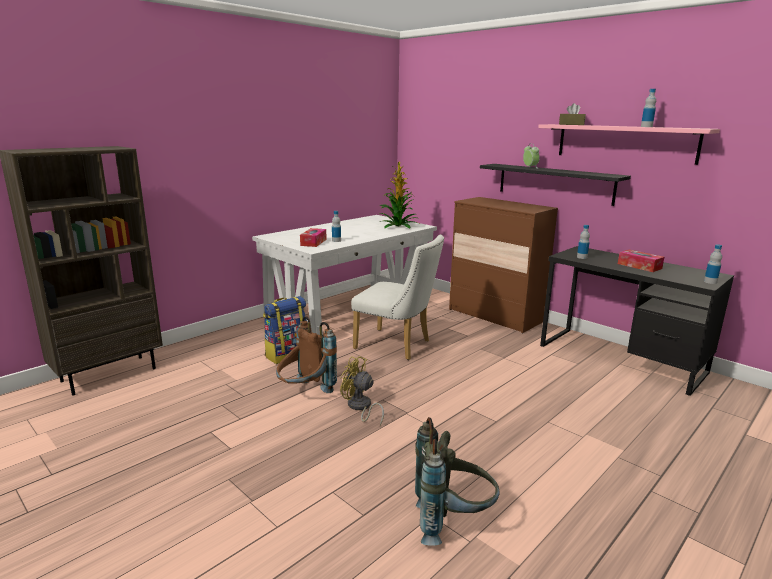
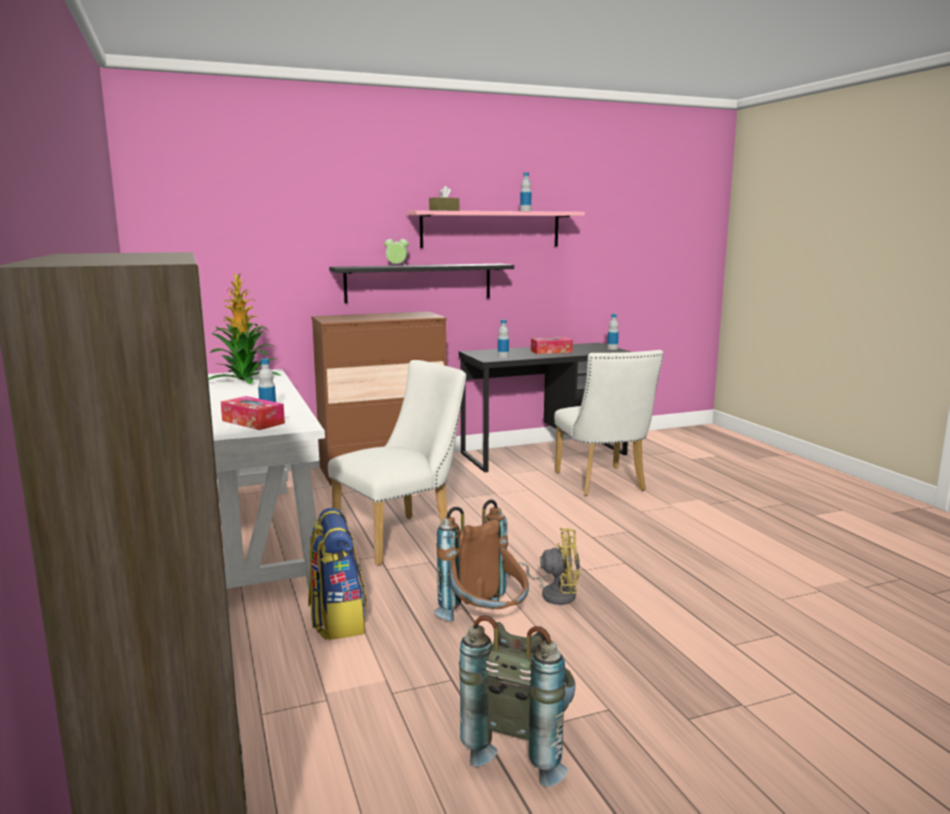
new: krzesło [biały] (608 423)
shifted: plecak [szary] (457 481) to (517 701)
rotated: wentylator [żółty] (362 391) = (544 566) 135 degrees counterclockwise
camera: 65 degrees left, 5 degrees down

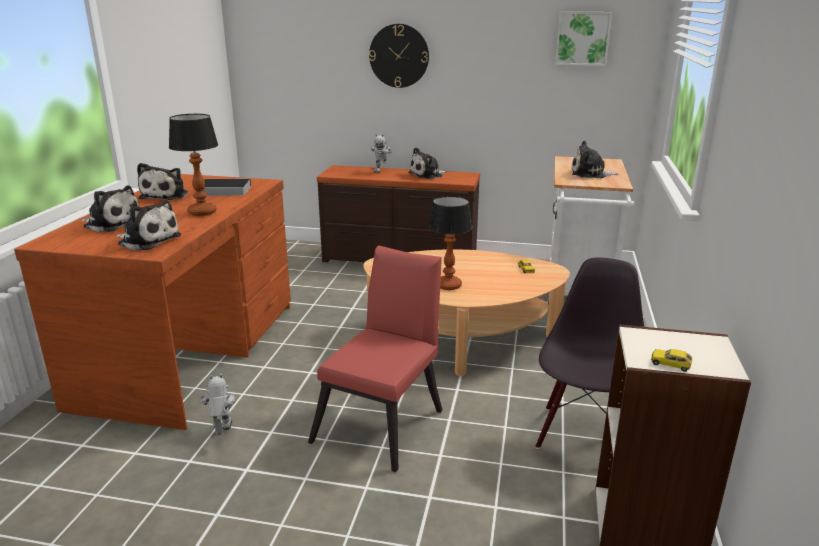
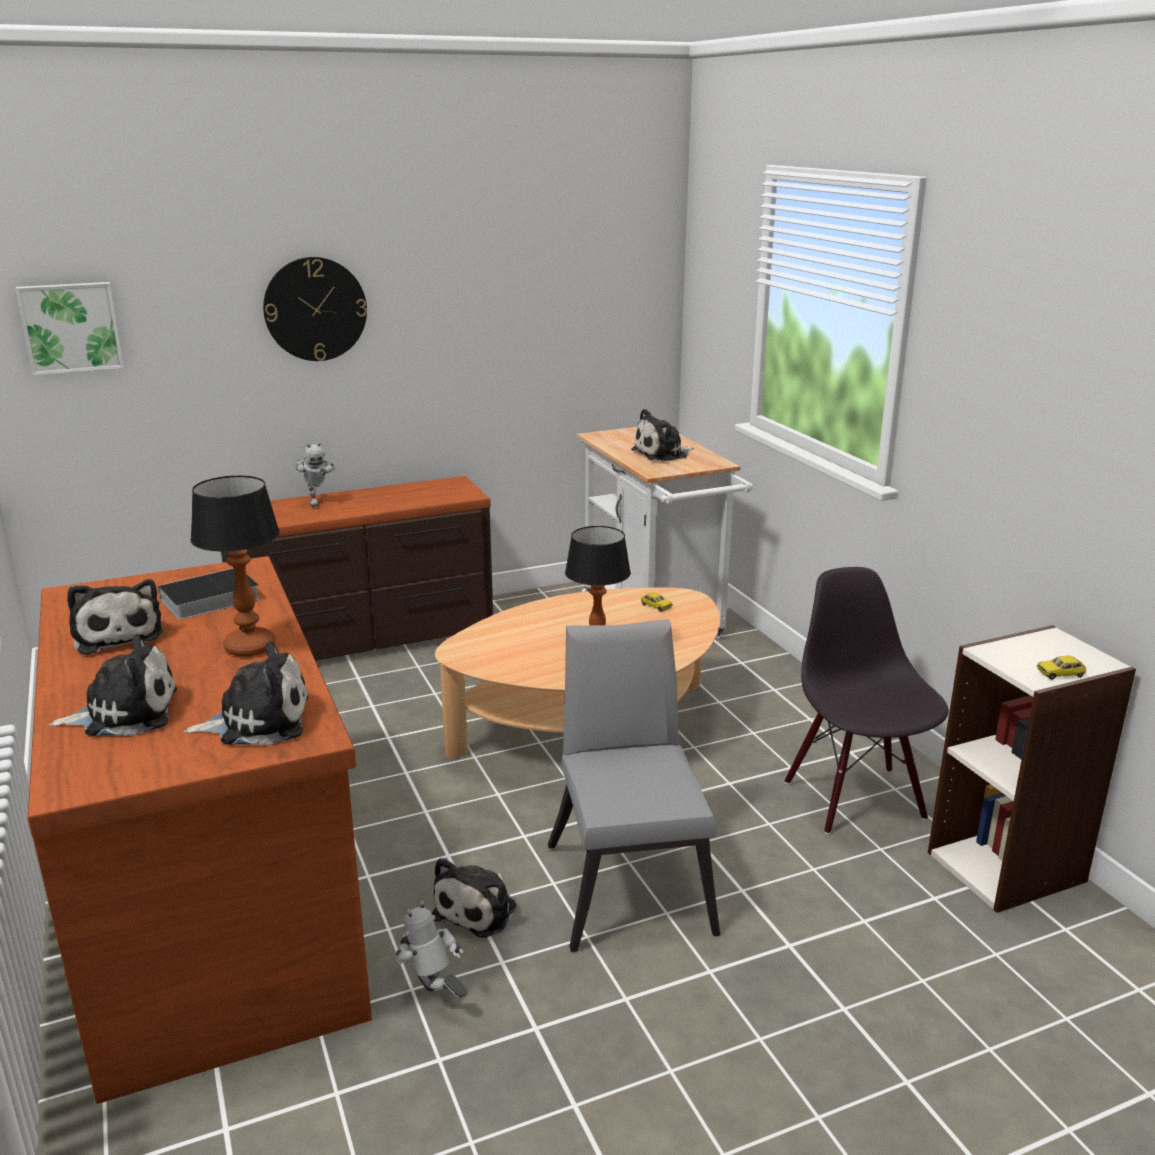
shifted: pluszak (427 163) to (474 898); obraz (583 39) to (70 328)
repainted: krzesło [czerwony] (375 358) to krzesło [szary] (634 785)
camera: 35 degrees left, 0 degrees up

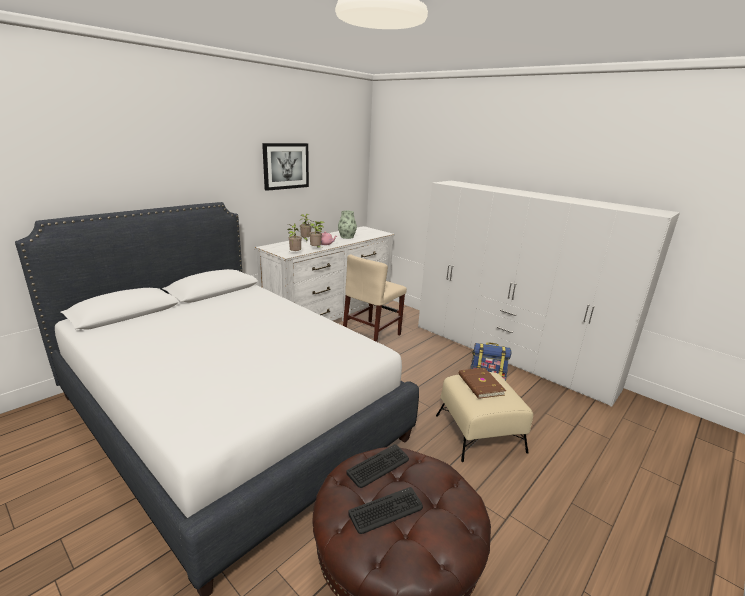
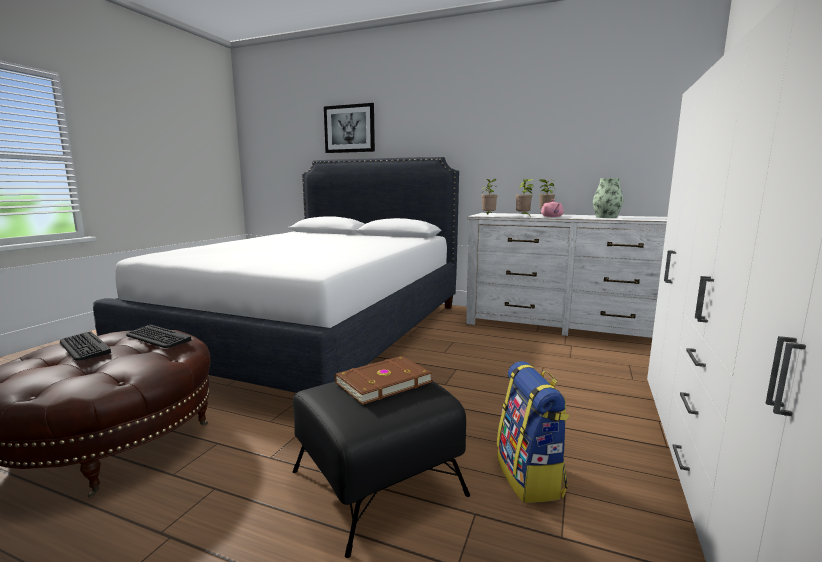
gone: krzesło [beżowy] (375 298)
shifted: obraz (285 167) to (349 128)
repainted: pufa [beżowy] (484 417) to pufa [czarny] (381 469)
camera: 70 degrees right, 10 degrees down

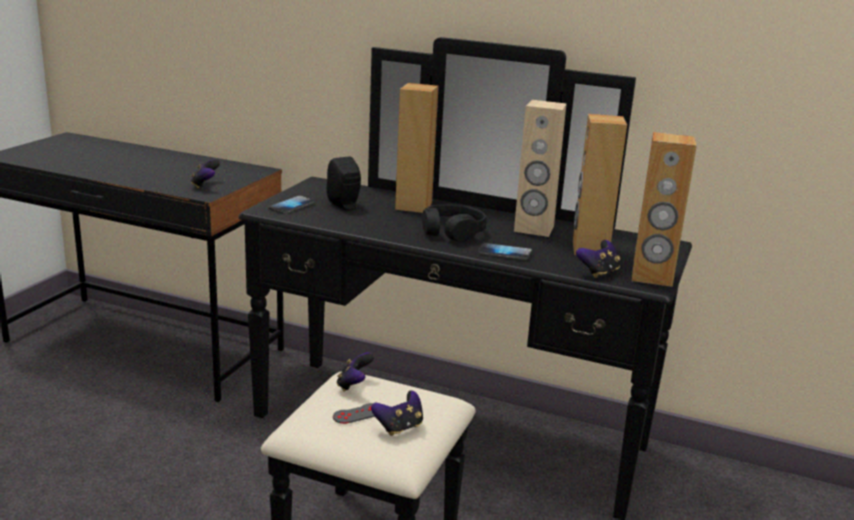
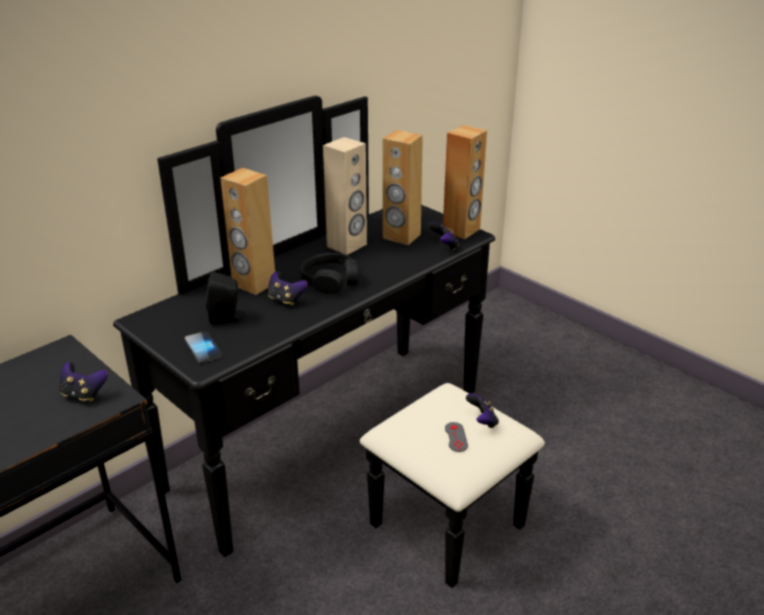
gone: telefon (505 251)
shifted: pad do gier (355 371) to (288 288)
camera: 65 degrees left, 10 degrees up

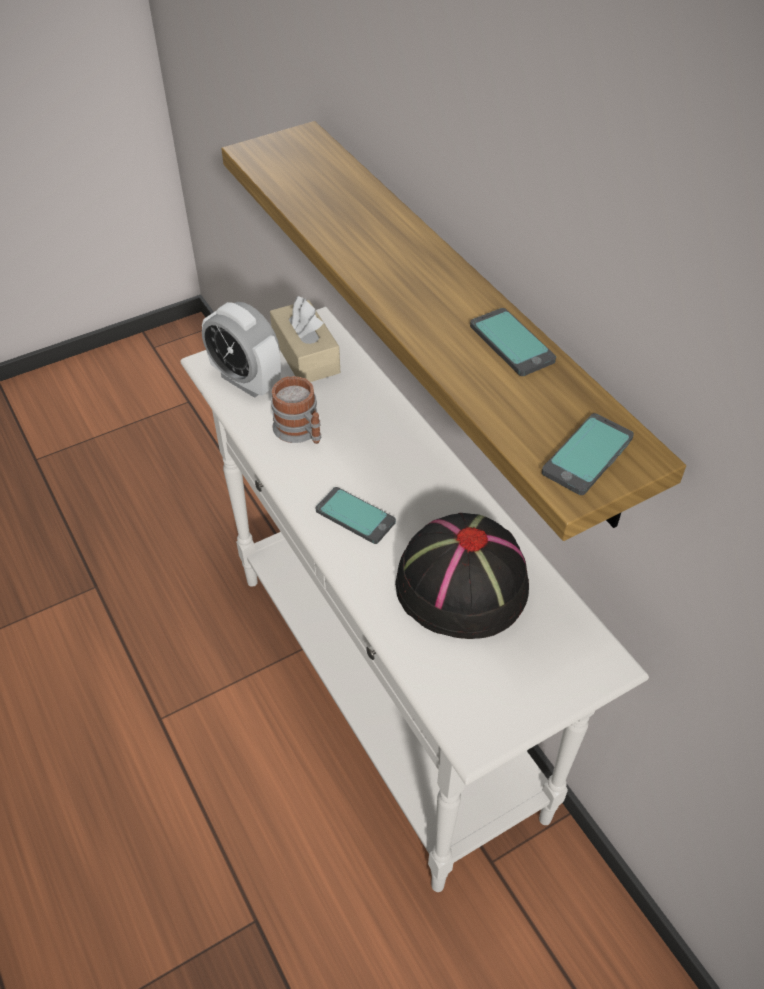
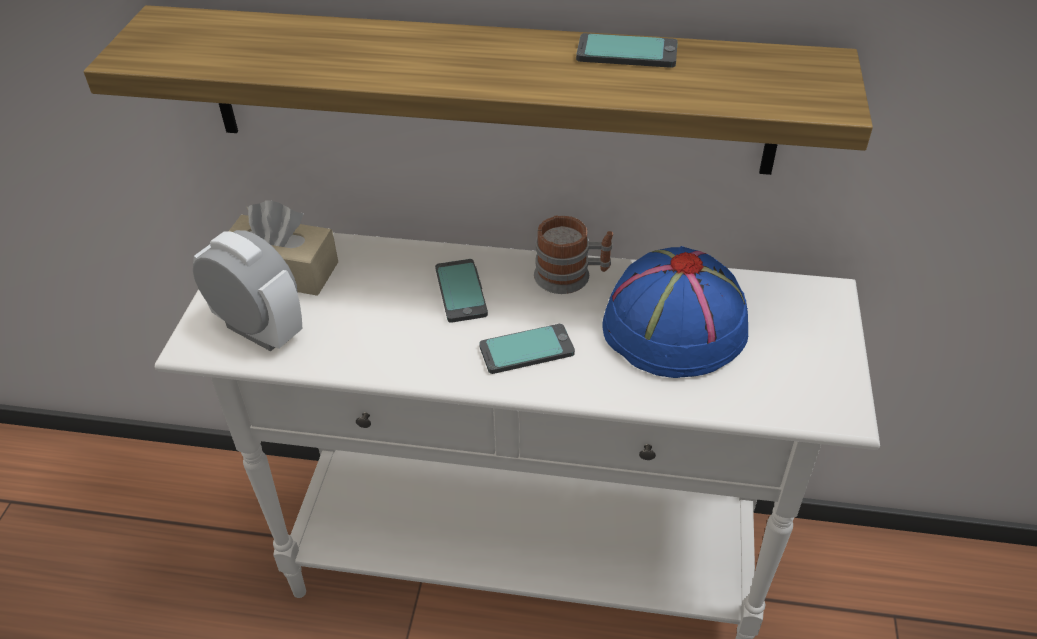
shifted: kubek (296 410) to (573 254); telefon (588 454) to (461 291)
repainted: kapelusz [czarny] (462 576) to kapelusz [niebieski] (675 312)
rotated: budzik (241 350) = (248 290) 135 degrees counterclockwise
camera: 50 degrees left, 5 degrees down

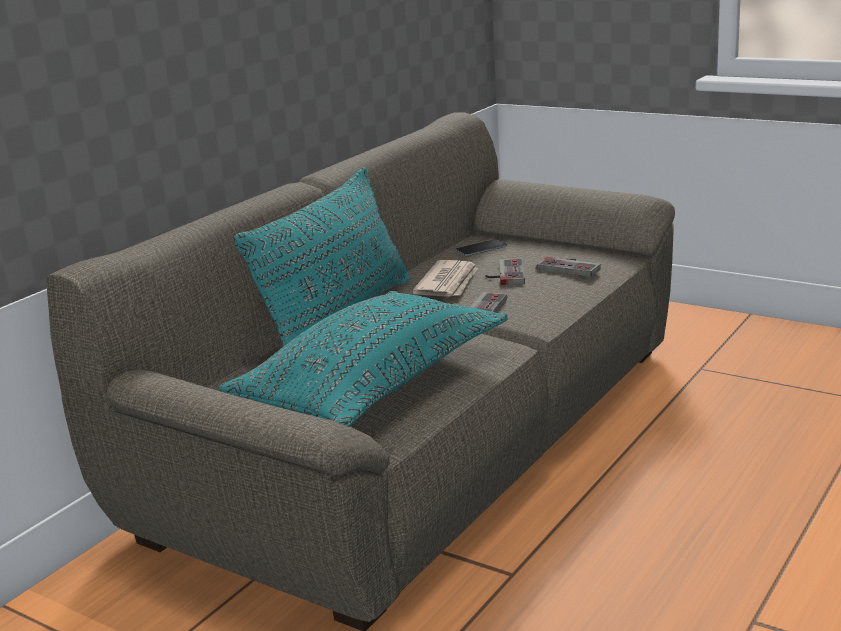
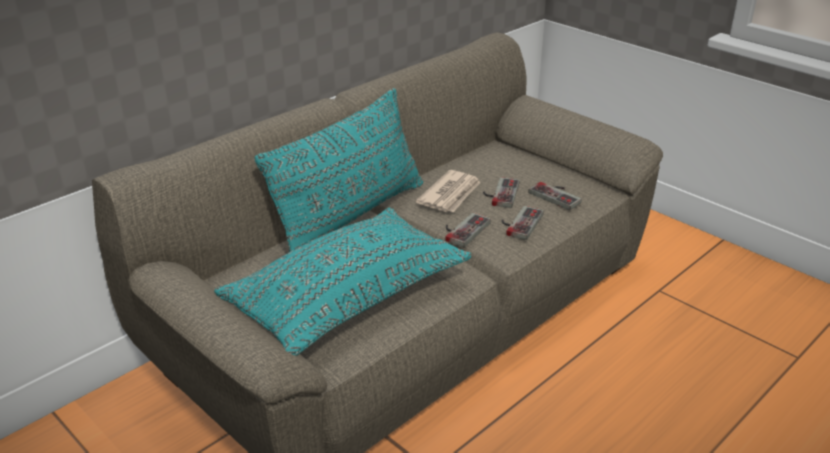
gone: telefon (481 247)
new: pad do gier (523 223)
camera: 10 degrees right, 10 degrees up

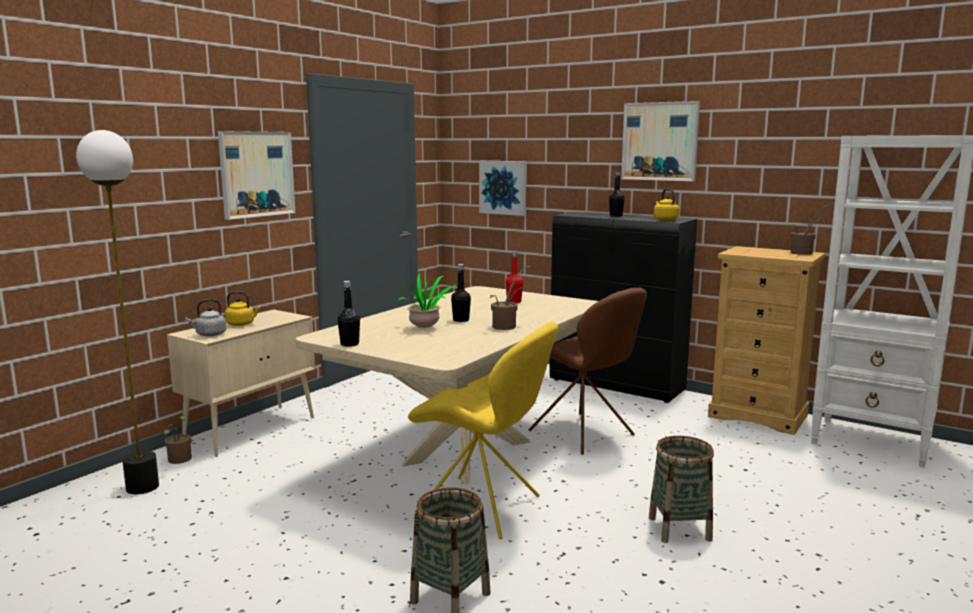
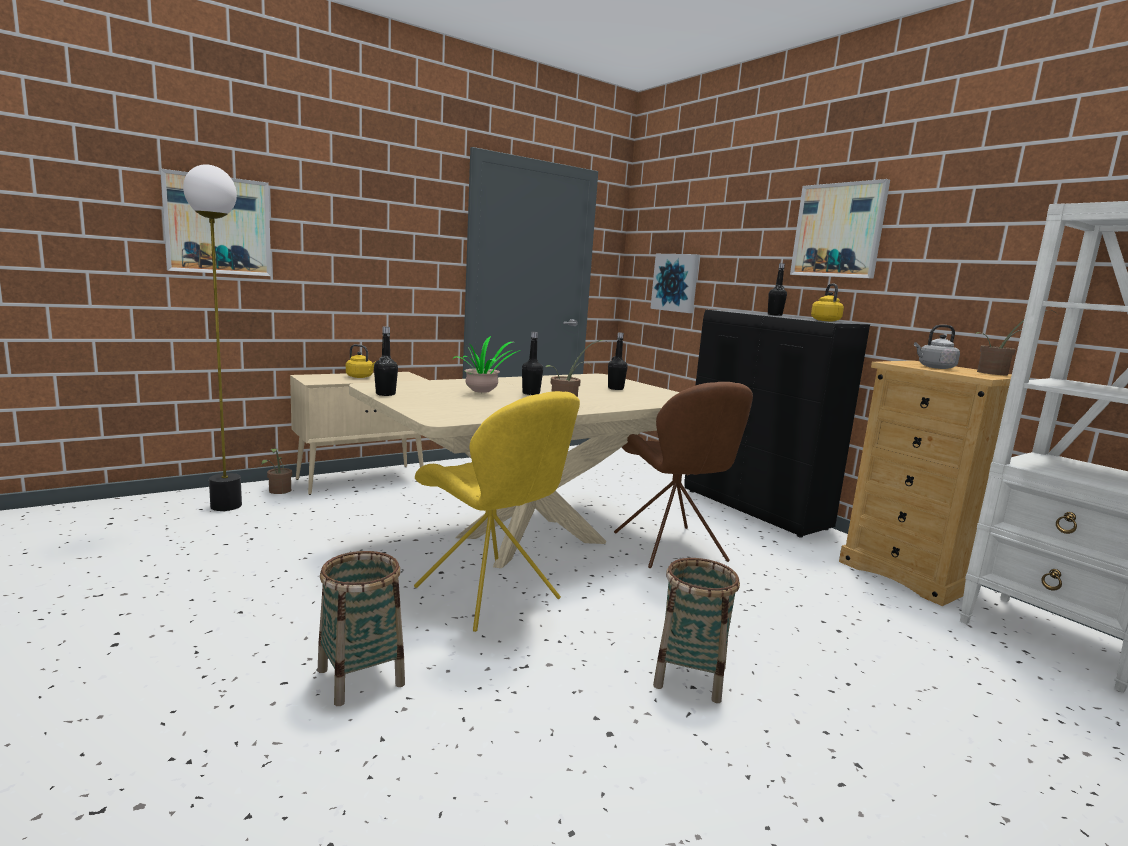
shifted: czajnik [szary] (205 318) to (937 347); obraz (256 175) to (215 222)
repainted: butelka [czerwony] (514 277) to butelka [czarny] (618 361)
camera: 20 degrees right, 0 degrees up

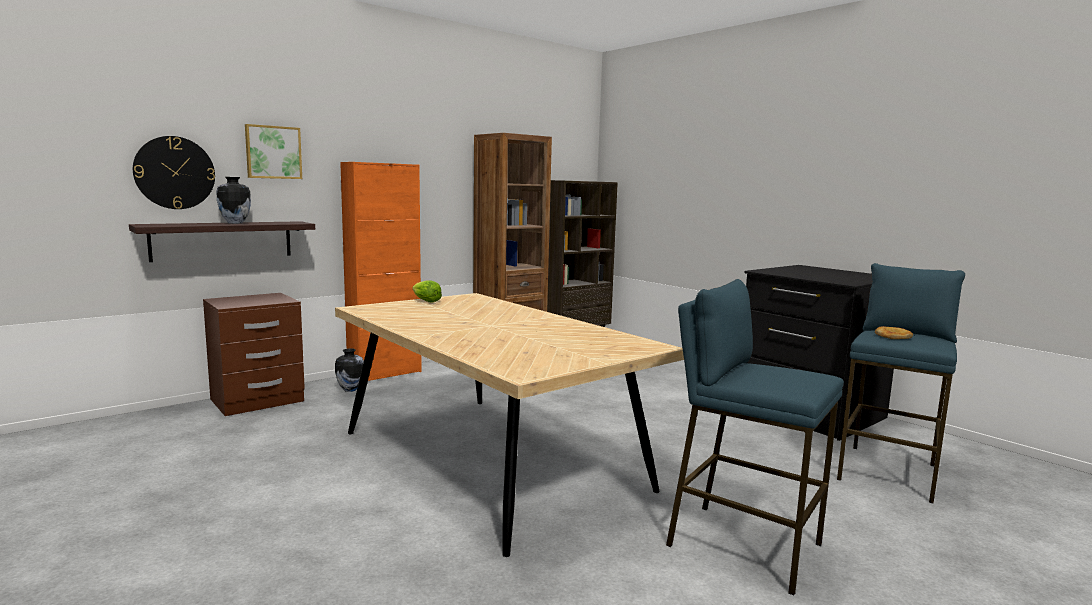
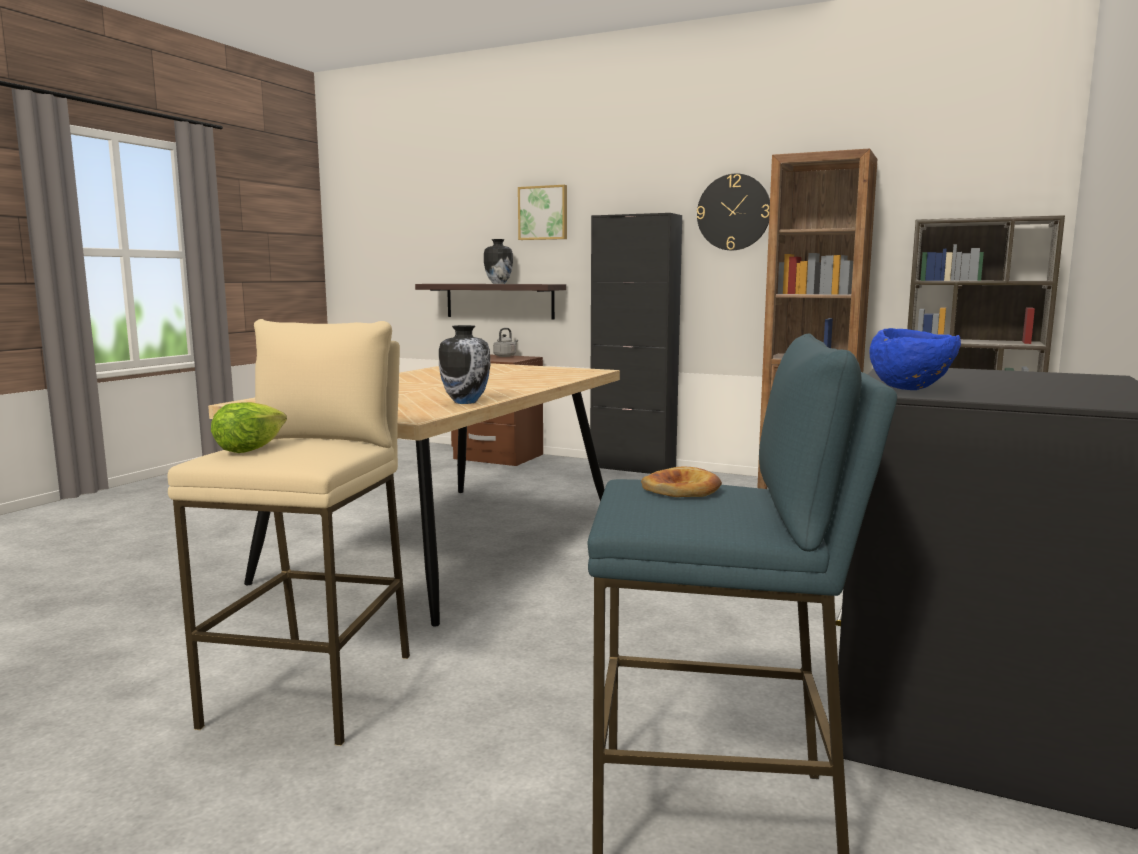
new: czajnik [szary] (505 342); miska [niebieski] (915 359)
shifted: zegar ścienny (174 172) to (733 212); wazon (349 370) to (465 364); sałata (427 292) to (249 427)
repainted: szafka [pomarańczowy] (381 271) to szafka [czarny] (636 343); stołek [niebieski] (755 437) to stołek [beżowy] (289 532)
camera: 65 degrees right, 0 degrees up

